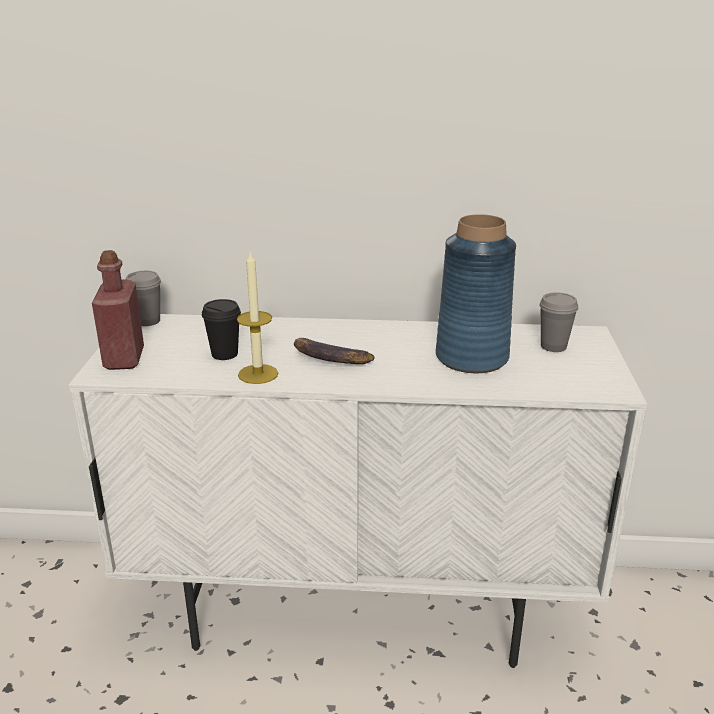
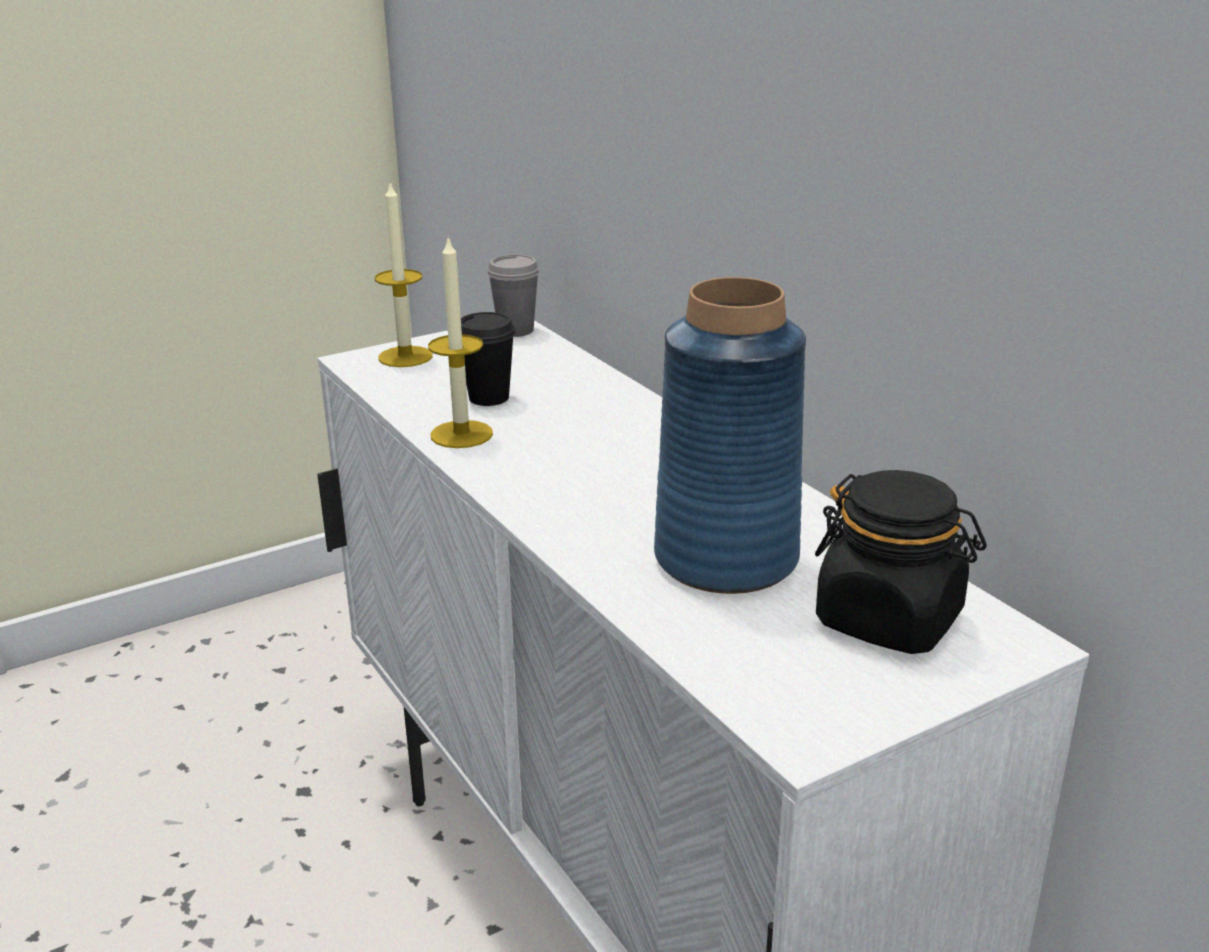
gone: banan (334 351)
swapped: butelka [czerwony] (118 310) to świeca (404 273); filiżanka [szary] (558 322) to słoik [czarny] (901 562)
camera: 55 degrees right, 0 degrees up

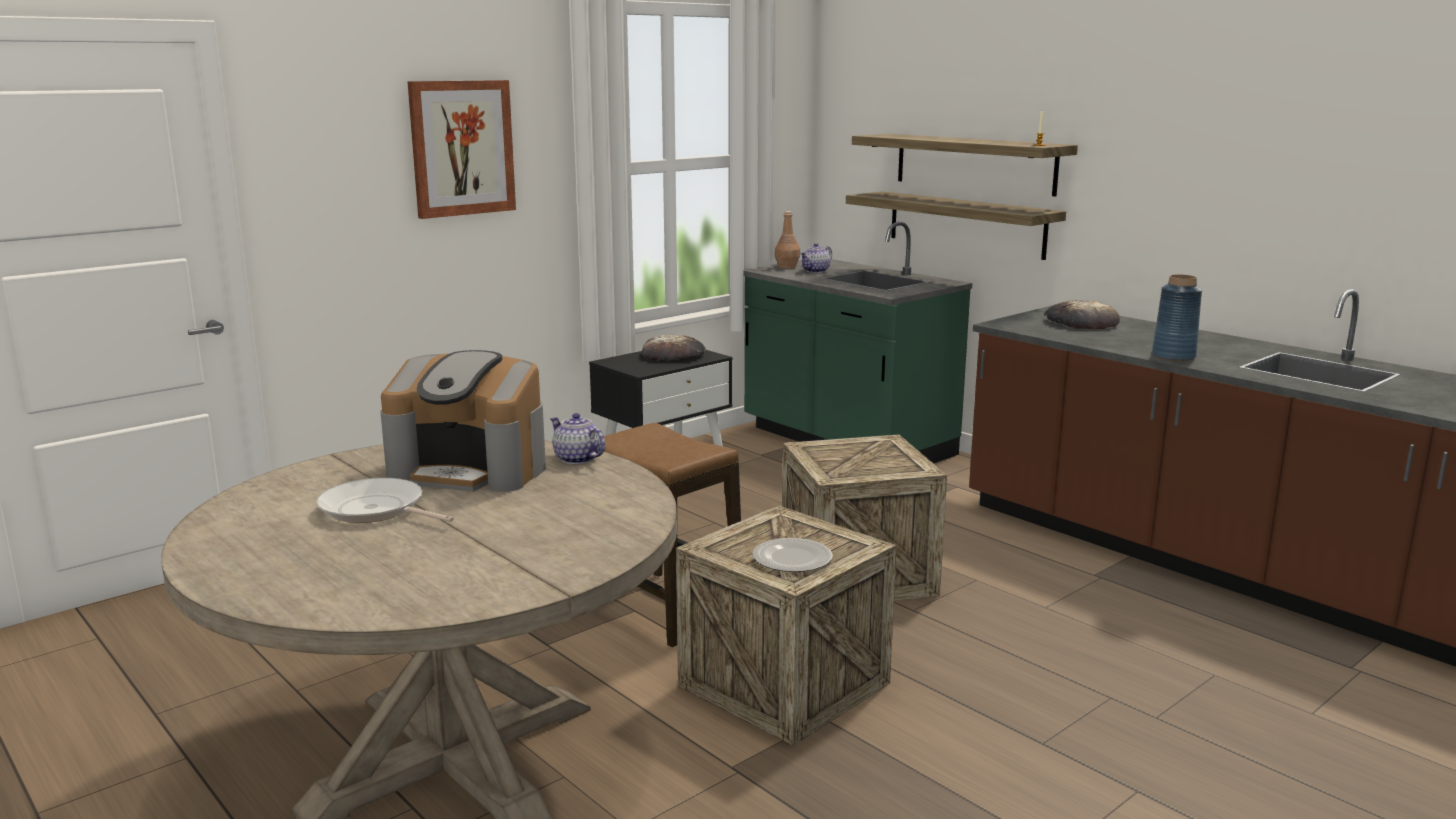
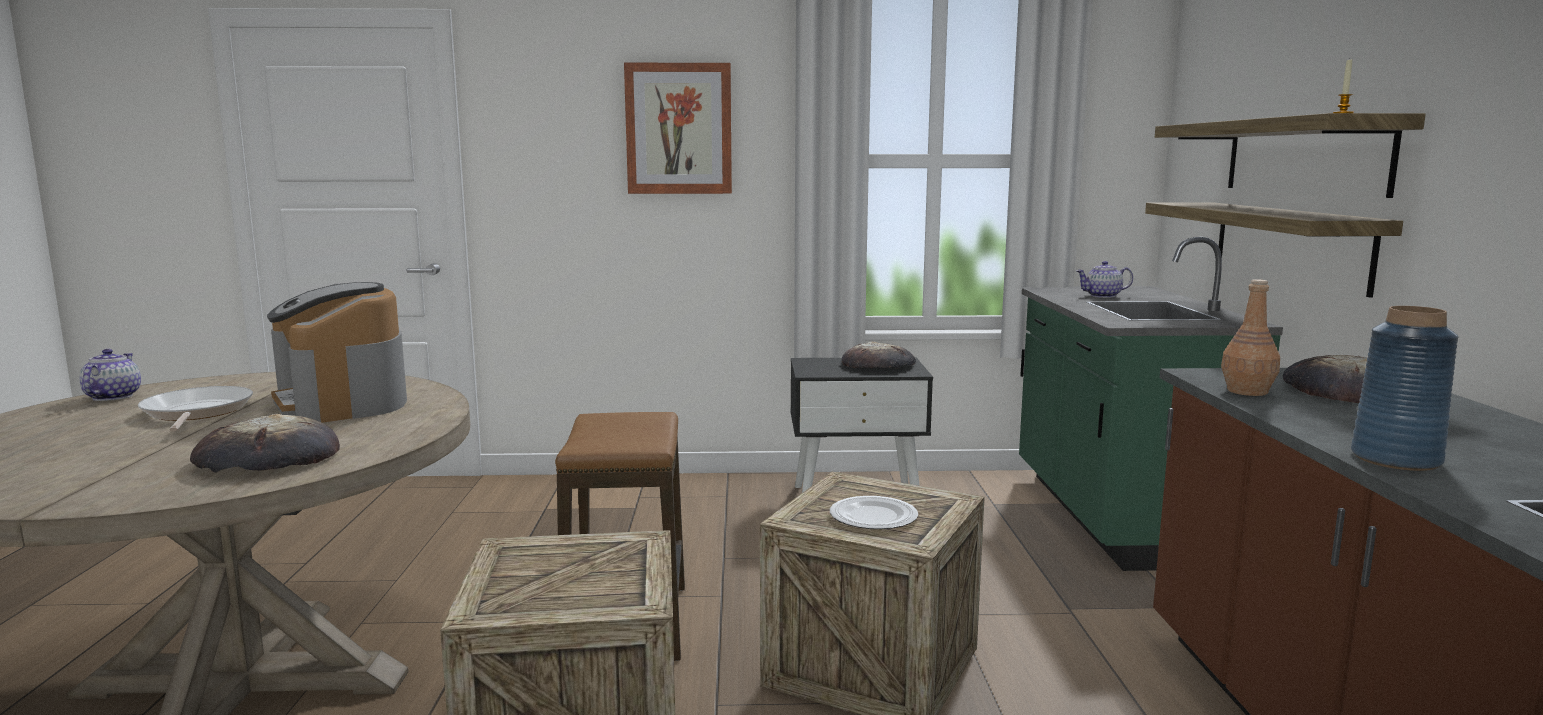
new: chleb (265 443)
shifted: imbryk (577 438) to (110 375); talerz (792 555) to (874 512); butelka [brązowy] (787 240) to (1250 337)
camera: 40 degrees right, 5 degrees down

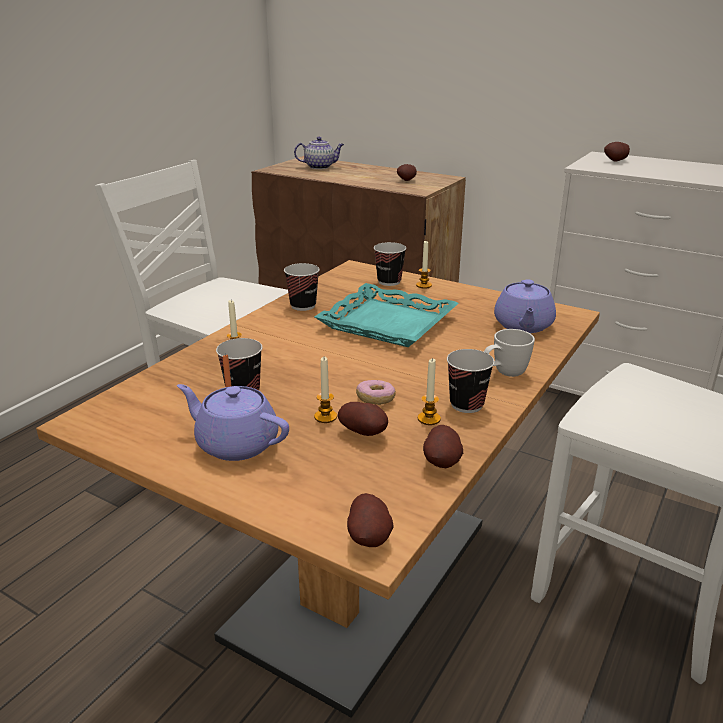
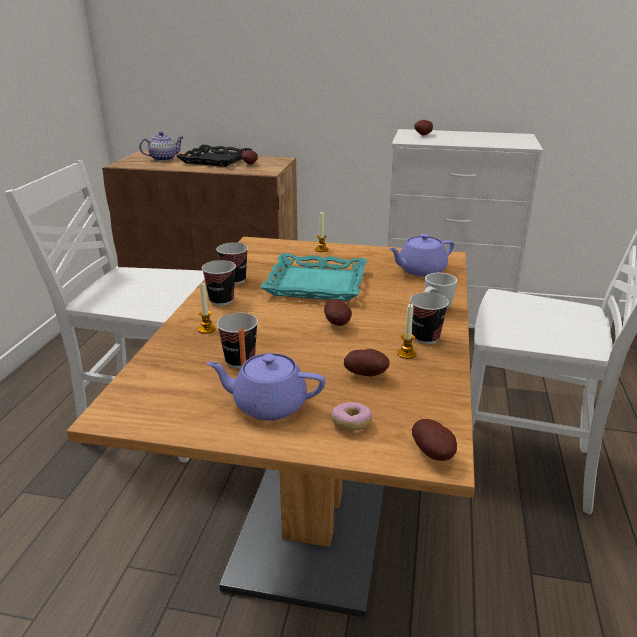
gone: świeca (325 390)
new: taca [czarny] (214 156)
shifted: donut (376 392) to (351 416); filiżanka (390 264) to (219 283); ziemniak (443 446) to (338 312)
rotated: imbryk [fioletowy] (525 306) = (421 255) 75 degrees clockwise
camera: 20 degrees left, 0 degrees up

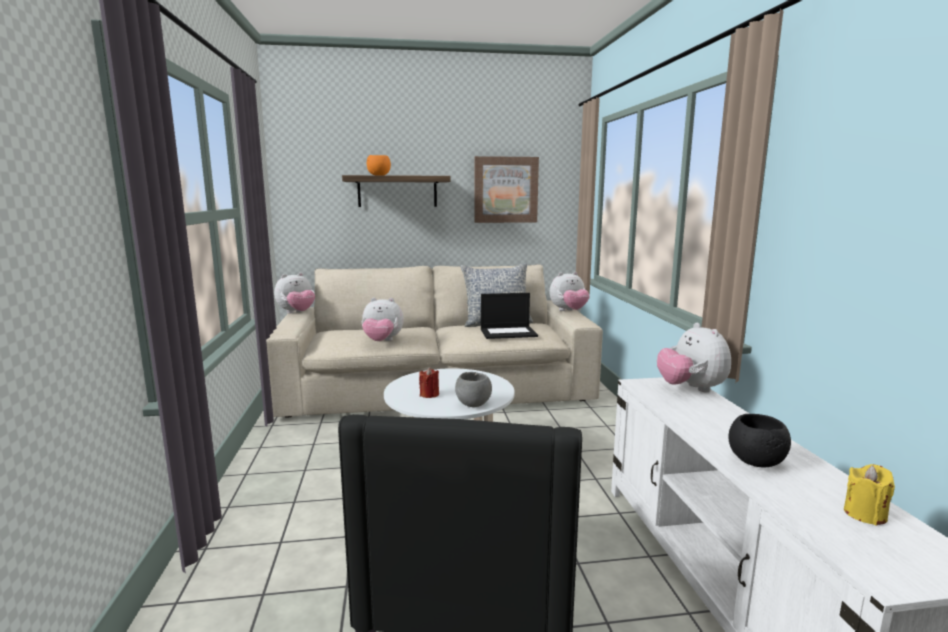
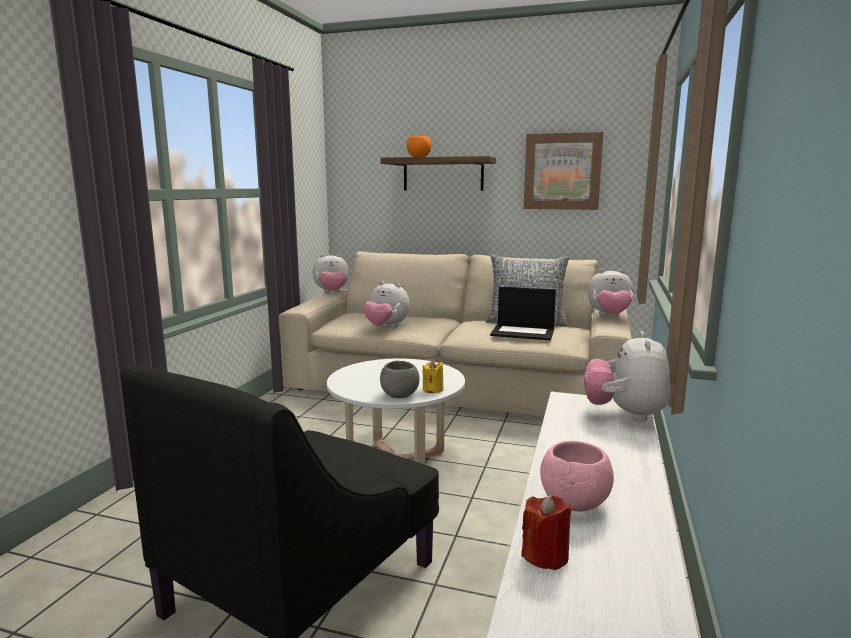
shifted: świeca [czerwony] (429 383) to (546 532); świeca [żółty] (869 495) to (433 376)
repainted: miska [czarny] (760 440) to miska [różowy] (577 476)
camera: 25 degrees right, 0 degrees up

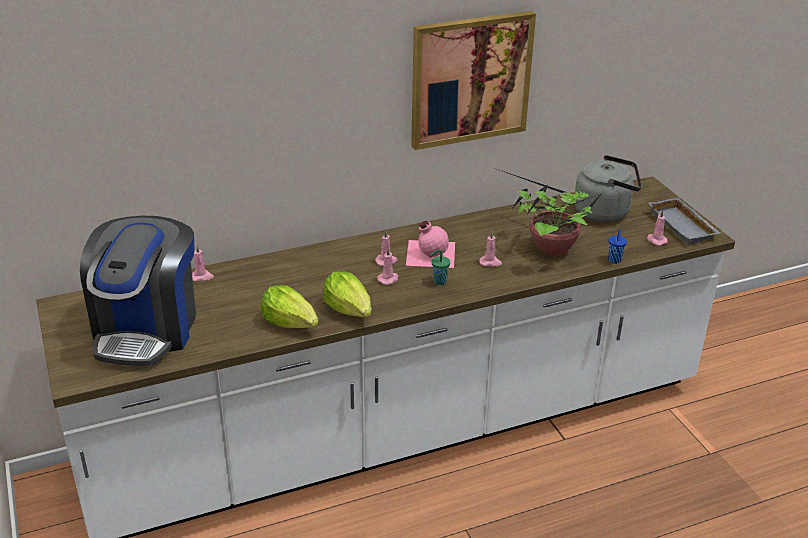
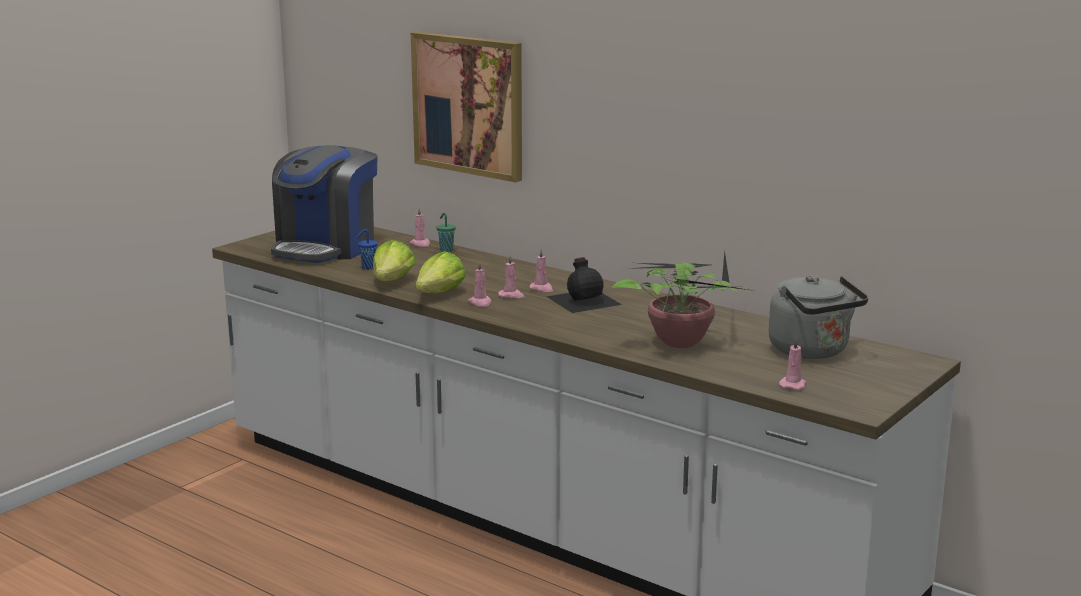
gone: taca [szary] (684 221)
shifted: obraz (473 80) to (466 107); filiżanka [zielony] (440 267) to (446 232); świeca [różowy] (490 249) to (479 284); filiżanka [niebieski] (617 247) to (367 249)
repainted: butelka [różowy] (430 244) to butelka [czarny] (584 285)
rotated: ekspres do kawy (138 291) = (324 204) 45 degrees counterclockwise
camera: 60 degrees right, 15 degrees down

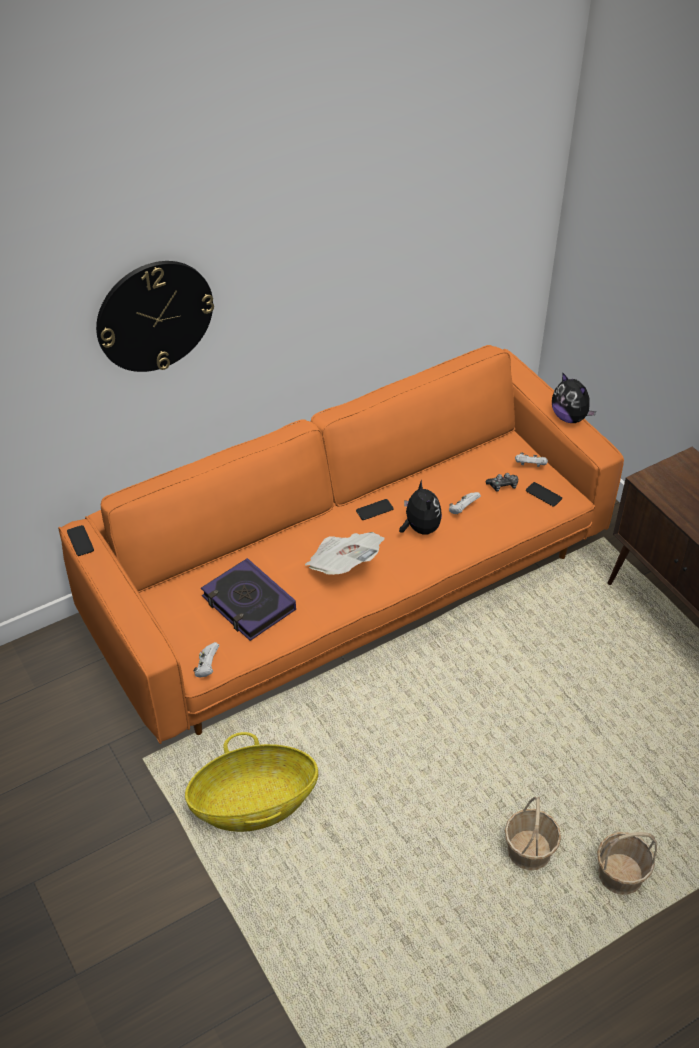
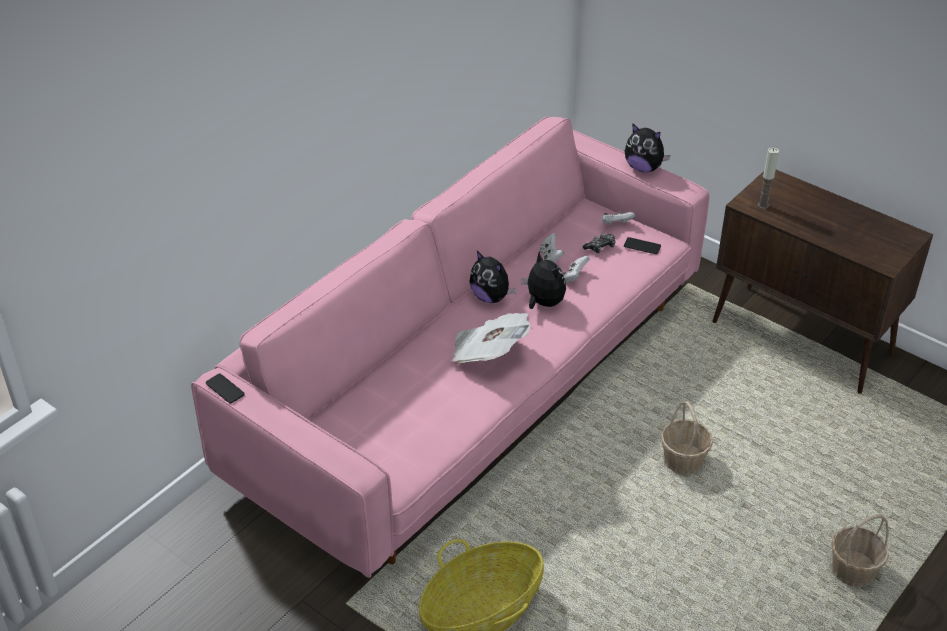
gone: zegar ścienny (155 316); książka (248 599)
new: świeca (768 178)
shifted: pad do gier [biały] (207 659) to (551 247); koszyk (533 833) to (687 437)
swapped: telefon (375 509) to pluszak (492 277)
repainted: kanapa [pomarańczowy] (341 544) to kanapa [różowy] (450 347)
camera: 20 degrees left, 5 degrees down

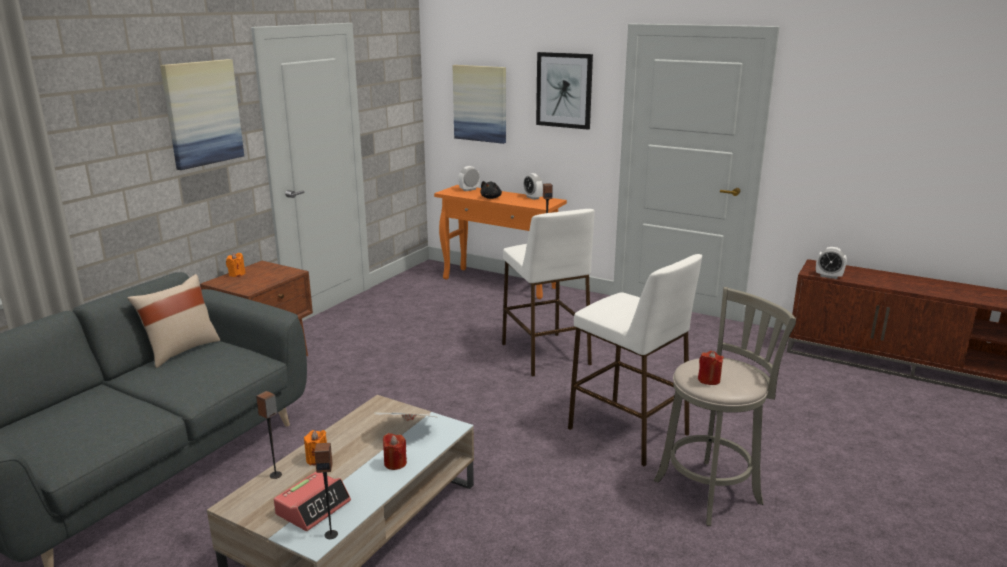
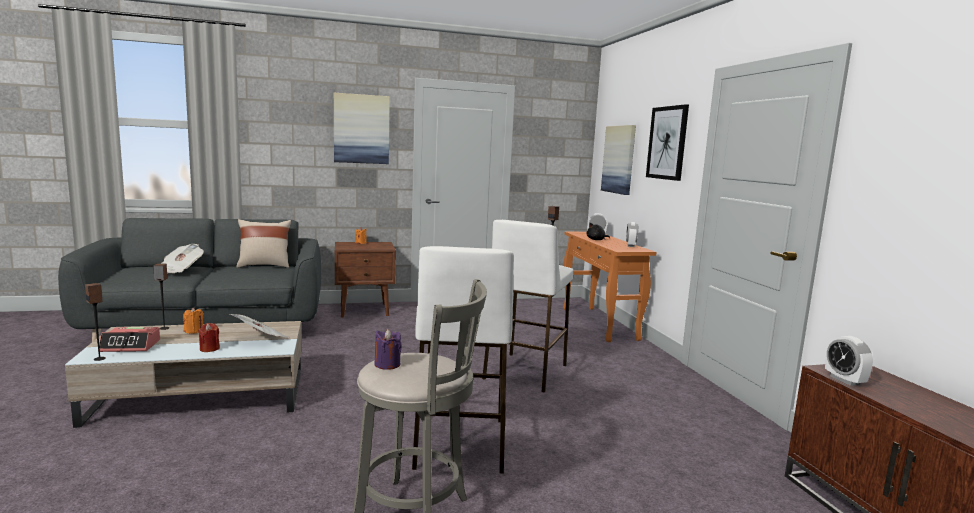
new: gazeta (182 259)
repainted: świeca [czerwony] (711 368) to świeca [fioletowy] (388 349)
camera: 45 degrees right, 10 degrees down

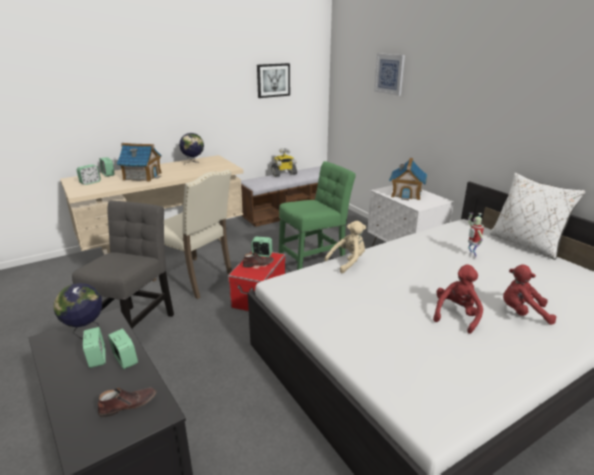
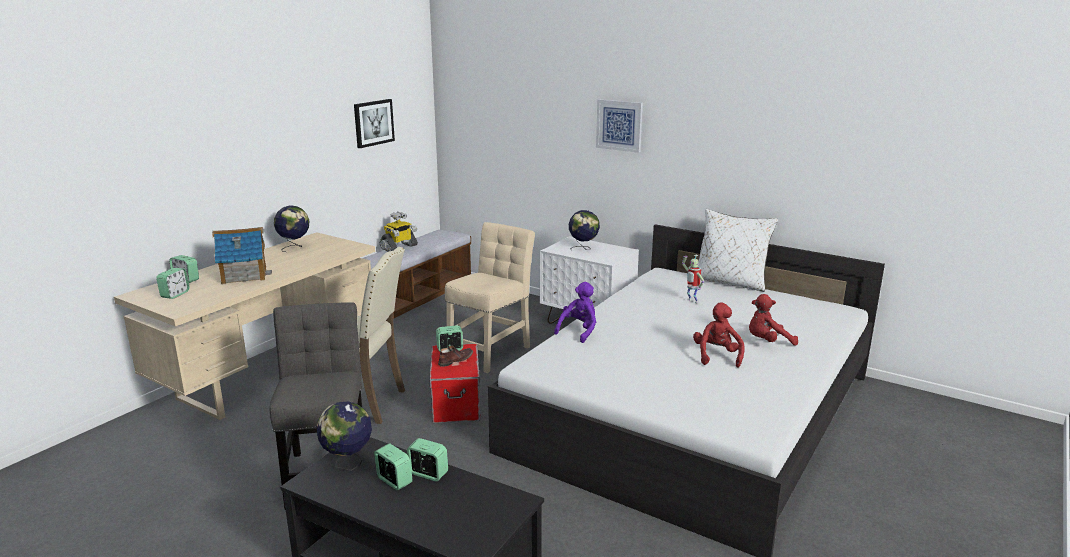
gone: but [brązowy] (127 402)
shifted: obraz (389 74) to (619 126)
swapped: domek (408 179) to globus (584 230)
repainted: krzesło [zielony] (317 215) to krzesło [beżowy] (490 297); pluszak [beżowy] (345 247) to pluszak [fioletowy] (575 312)
camera: 25 degrees left, 5 degrees down

